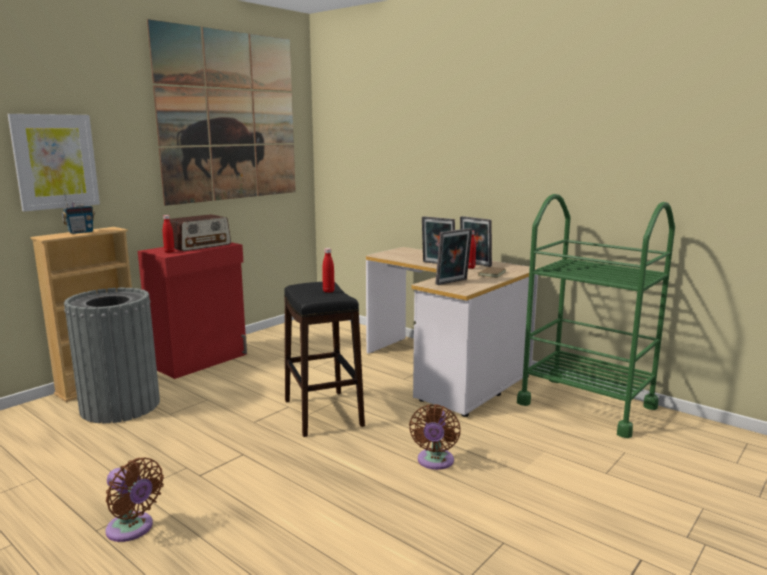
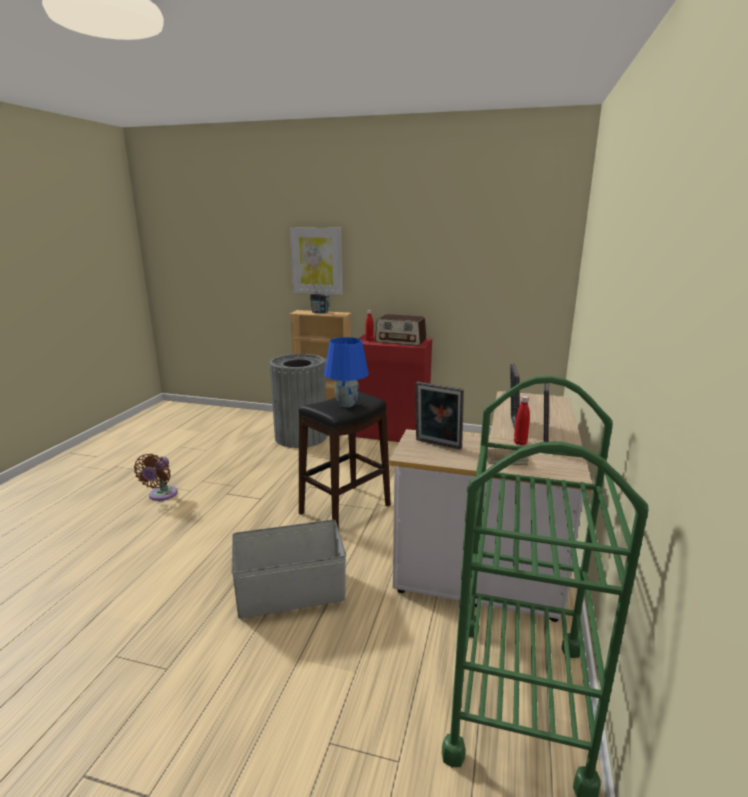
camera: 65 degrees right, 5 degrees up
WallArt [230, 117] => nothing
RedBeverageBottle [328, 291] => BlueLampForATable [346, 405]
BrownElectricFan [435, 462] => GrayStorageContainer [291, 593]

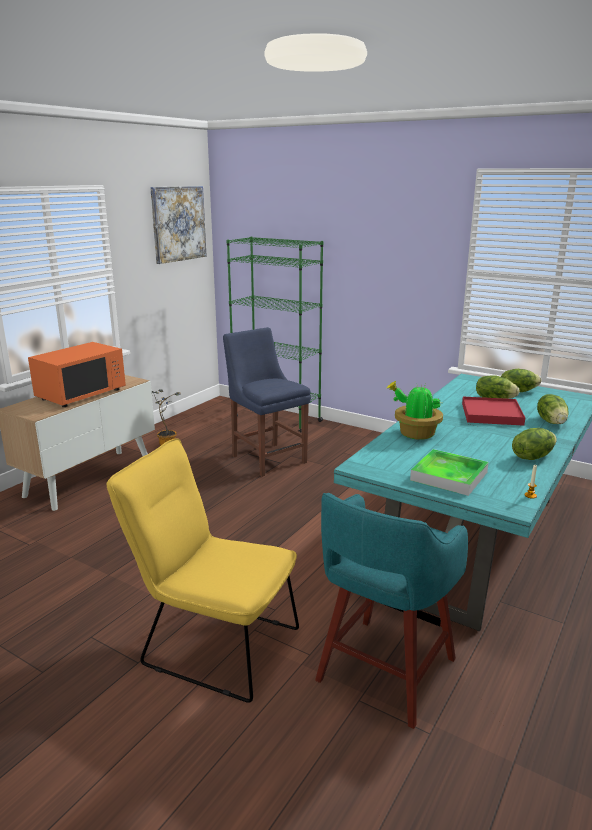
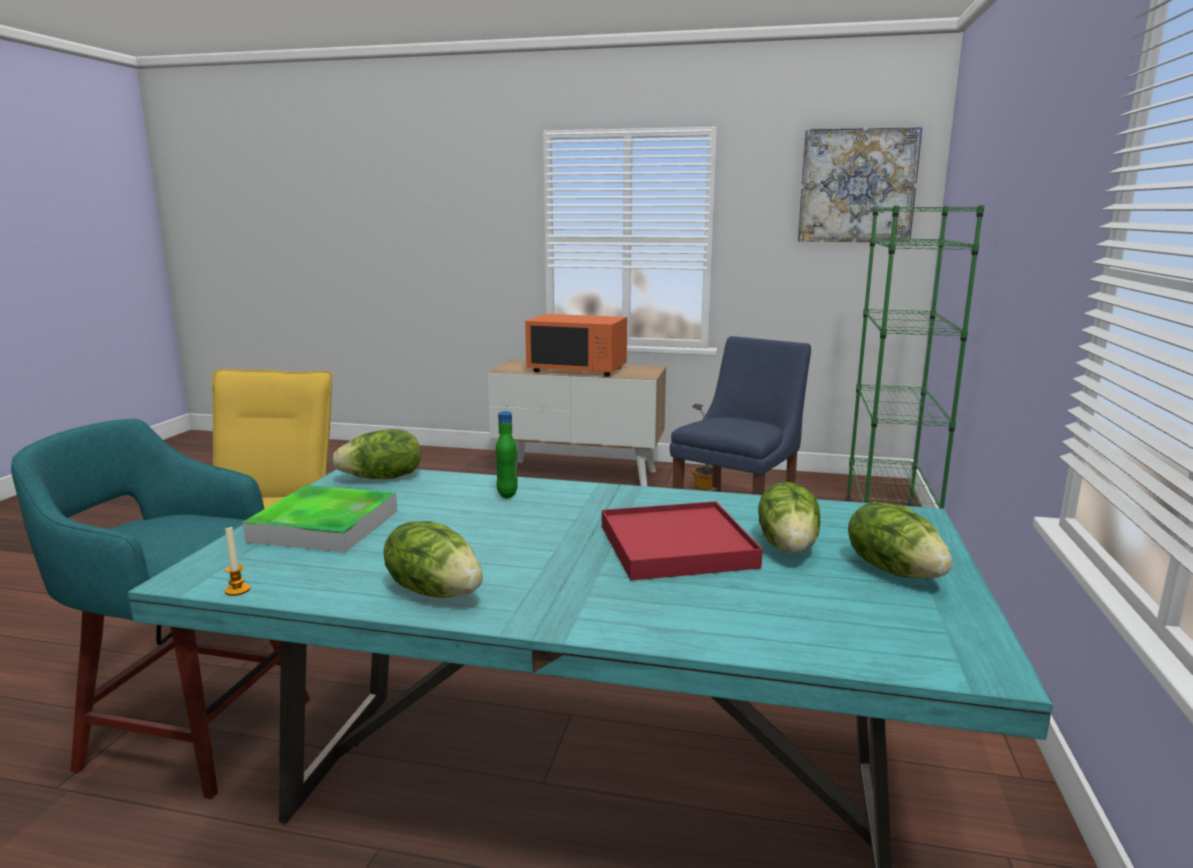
camera: 70 degrees right, 5 degrees down
LettuceHead [552, 422] => LettuceHead [382, 478], relocated
PlantInAPot [415, 434] => GreenishBeverageBottle [507, 494]

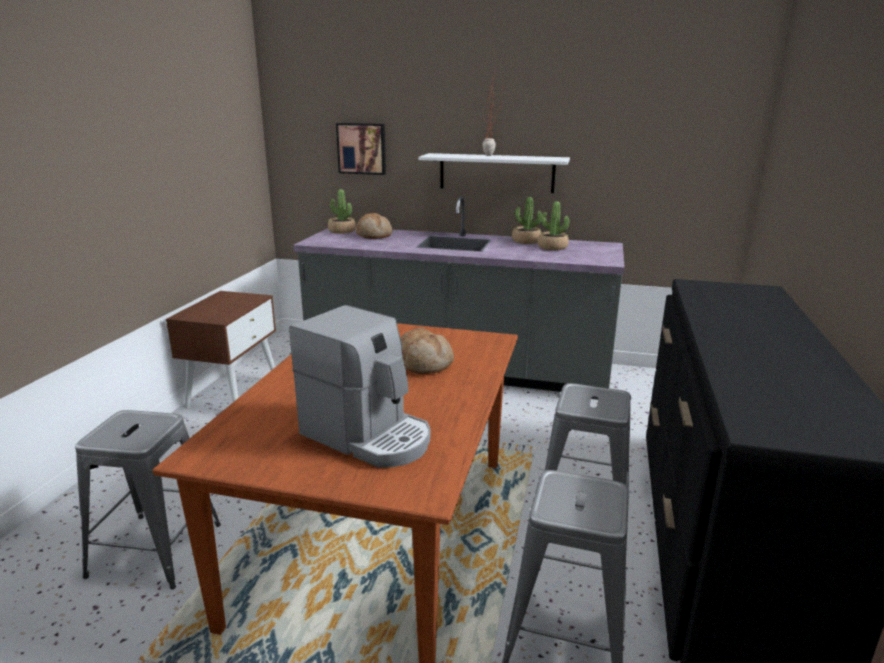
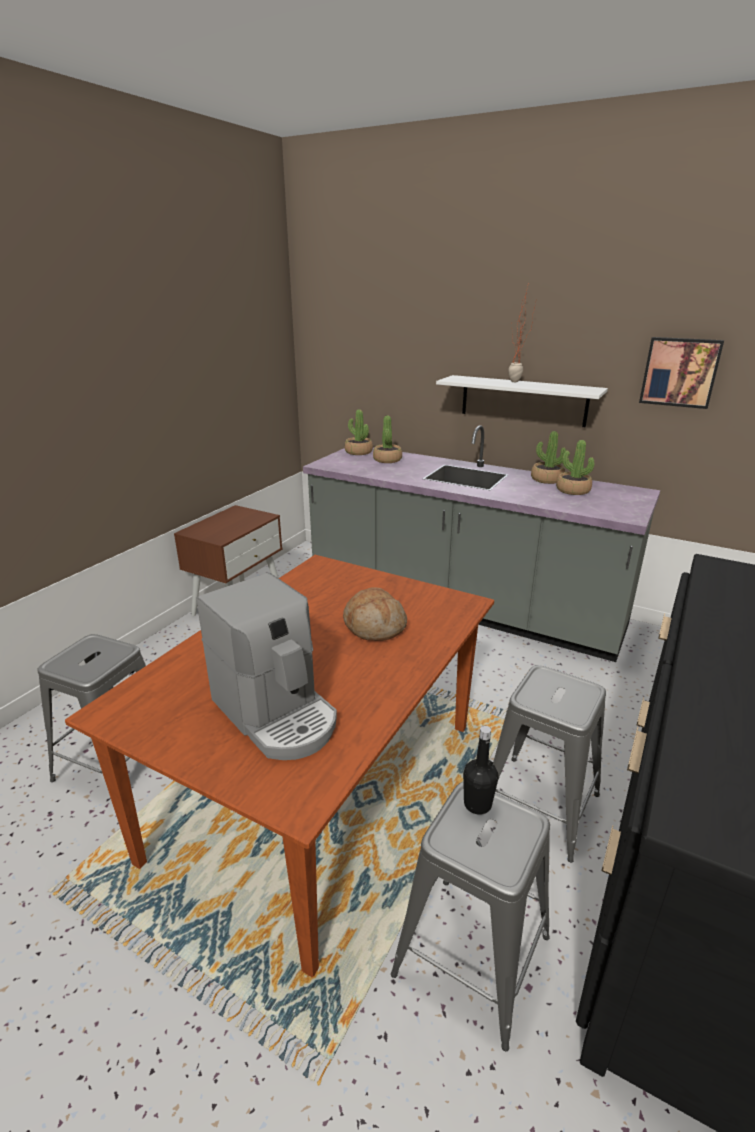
camera: 15 degrees right, 5 degrees up
nothing => BlackBeverageBottle [477, 804]
WallArt [362, 148] => WallArt [680, 372], relocated
BakeryBread [374, 235] => PlantInAPot [387, 460]

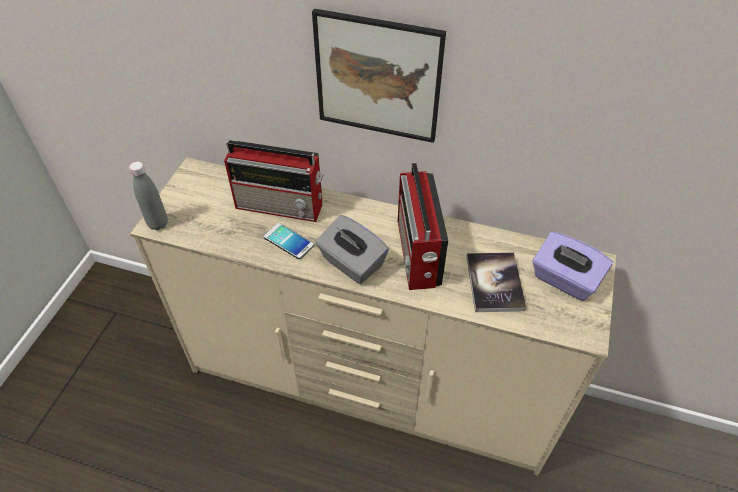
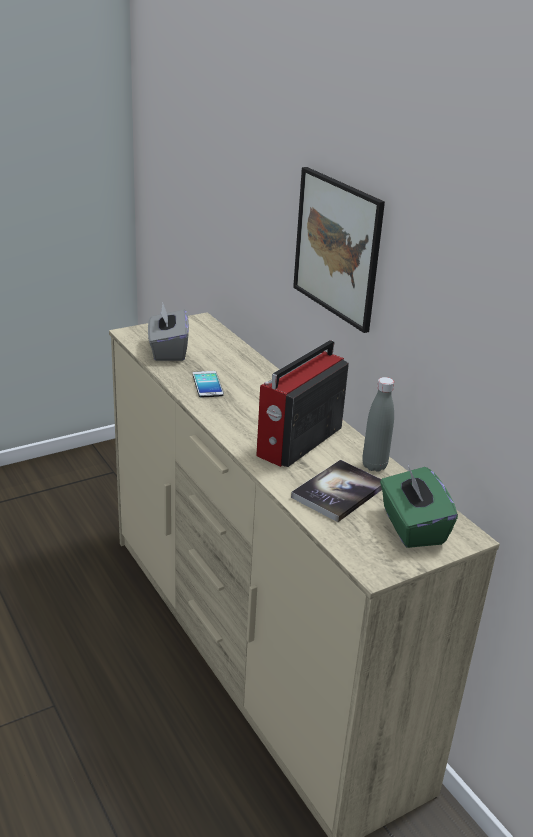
camera: 40 degrees right, 20 degrees down
RadioSet [281, 206] => nothing
GrayBeverageBottle [158, 224] => GrayBeverageBottle [374, 465], relocated
GrayBoxOfTissues [351, 263] => GrayBoxOfTissues [168, 351], relocated
PurplishBoxOfTissues [564, 280] => GreenishBoxOfTissues [412, 527]

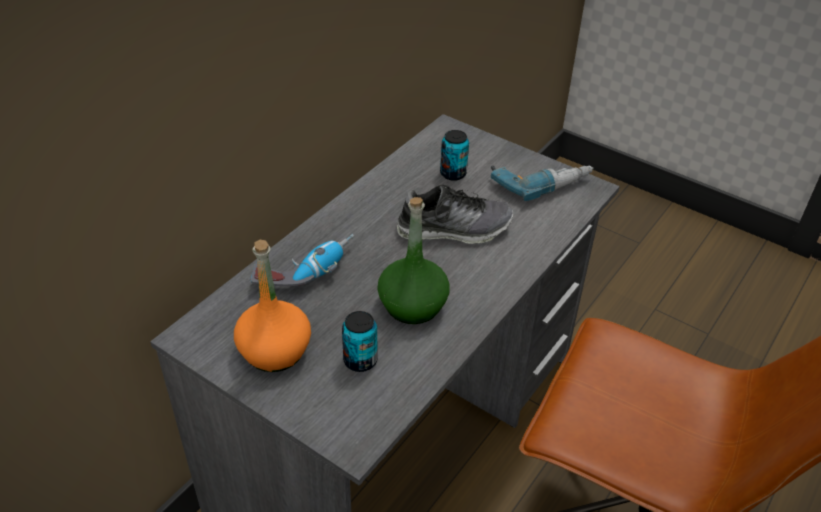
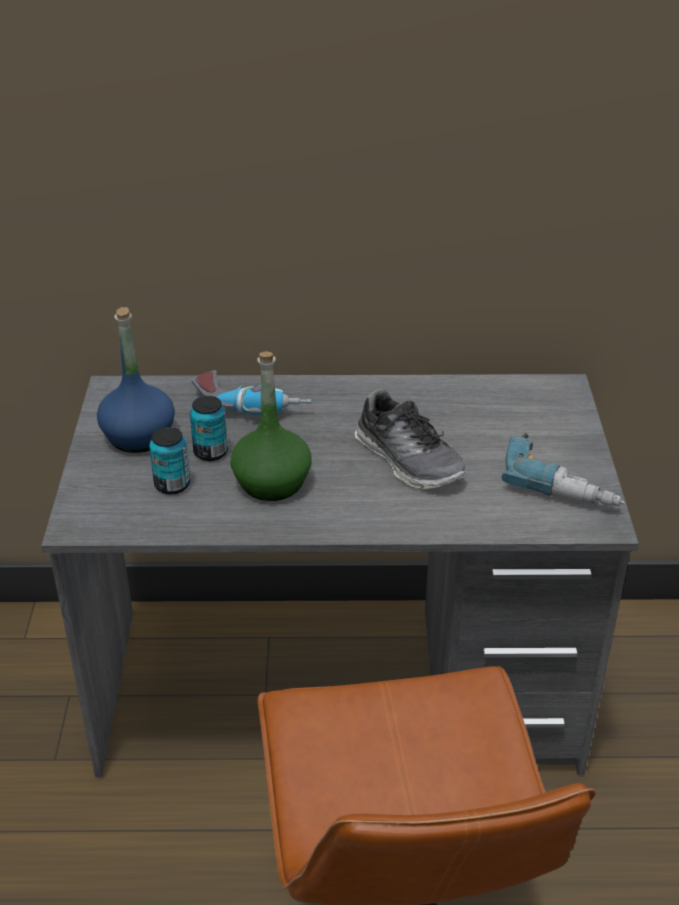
camera: 55 degrees right, 5 degrees down
MetalCan [453, 173] => MetalCan [210, 452], relocated
OrangeColouredBeverageBottle [275, 351] => BlueBeverageBottle [139, 436]

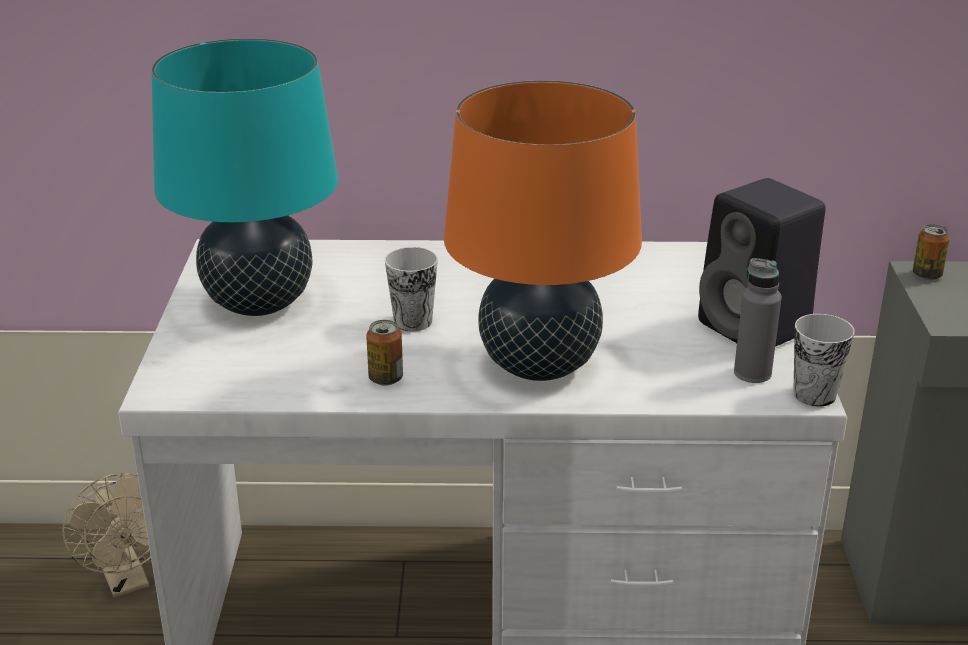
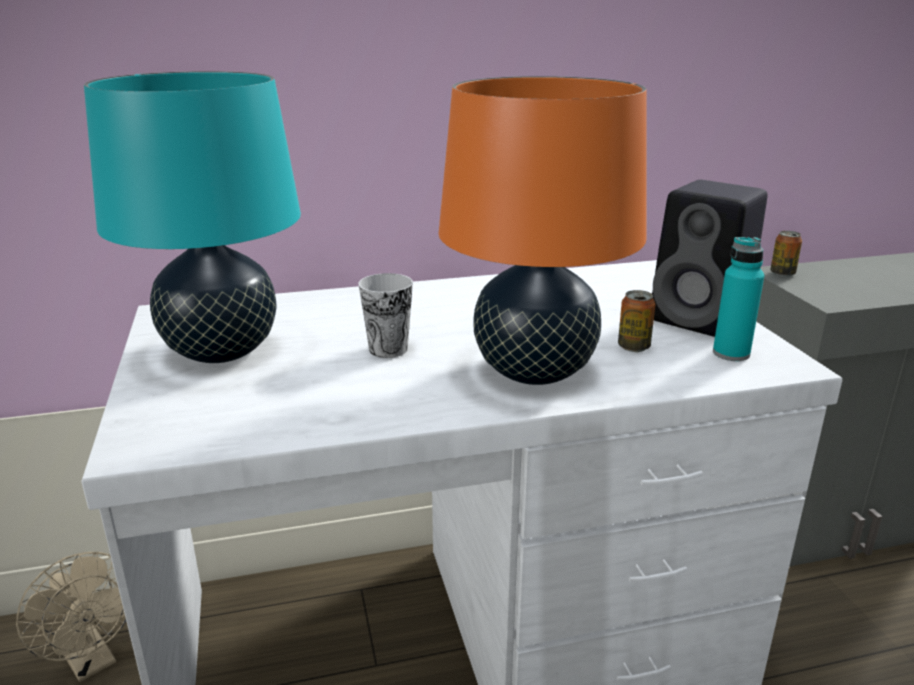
camera: 15 degrees left, 5 degrees down
DrinkingCup [814, 395] => nothing
MetalCan [386, 378] => MetalCan [633, 347], relocated
GrayBeverageBottle [752, 373] => BlueGreenBeverageBottle [731, 353]

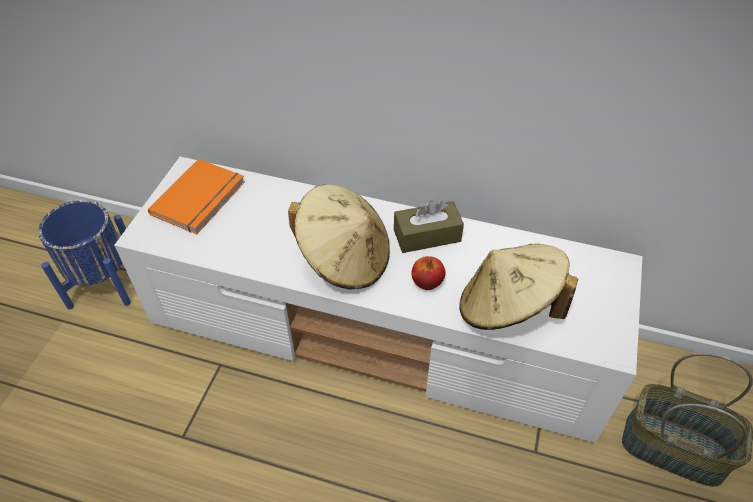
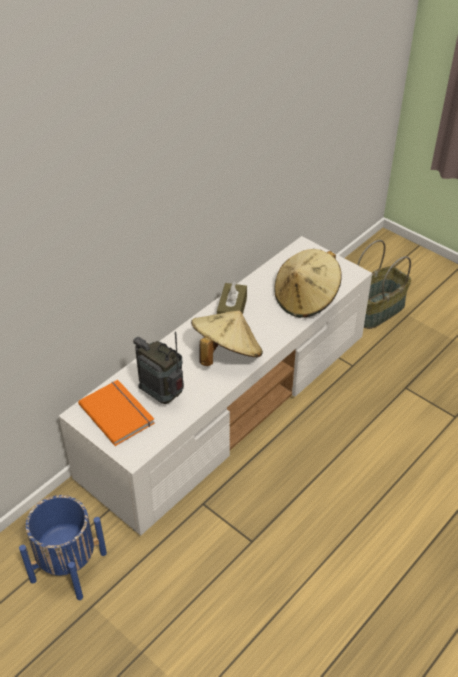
camera: 65 degrees left, 5 degrees down
WholeApple [427, 282] => nothing
nothing => RadioSet [163, 396]

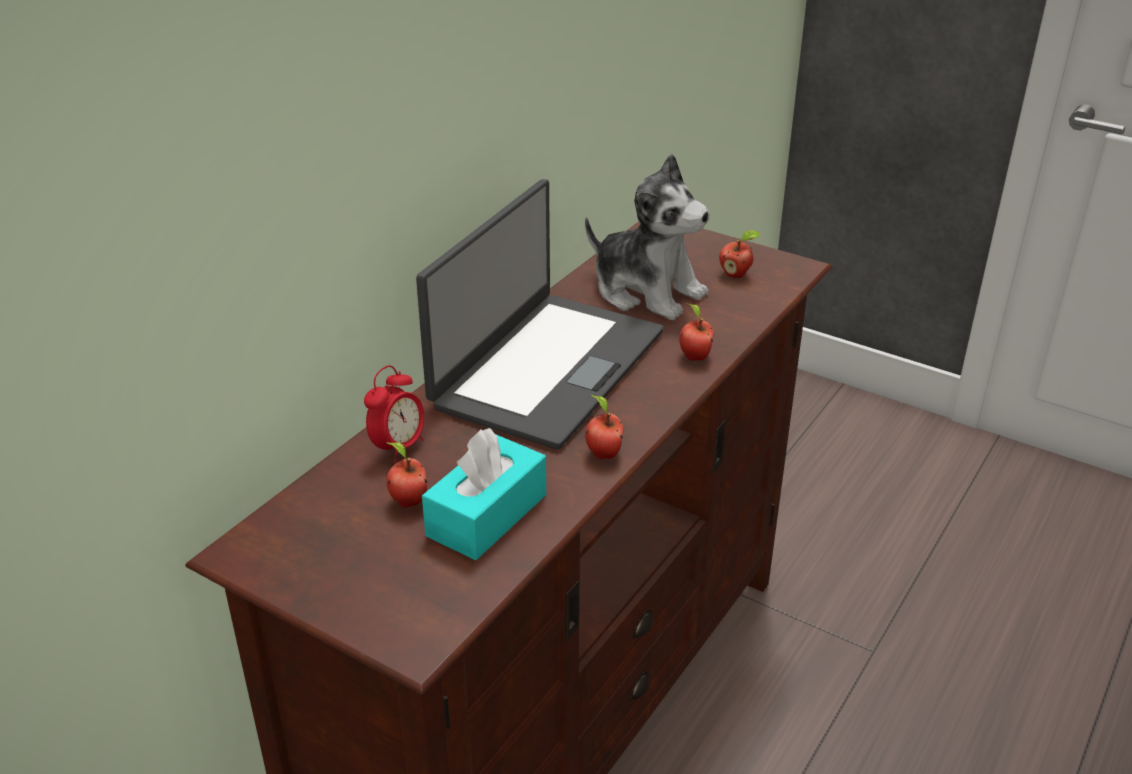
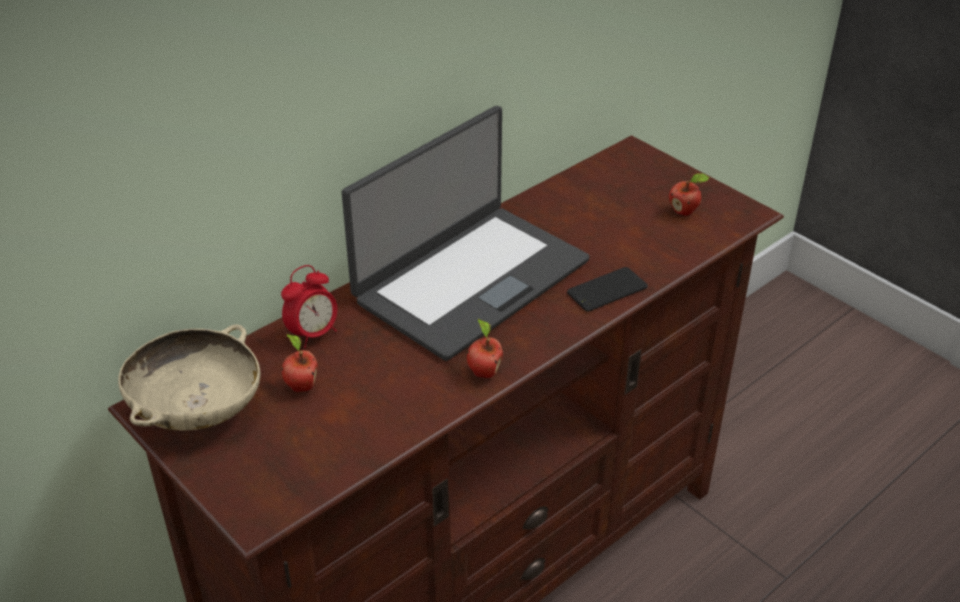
camera: 15 degrees right, 5 degrees up
BlueGreenBoxOfTissues [487, 515] => nothing
SoftToy [647, 291] => nothing
nothing => BeigeBowl [197, 410]
WholeApple [694, 356] => Phone [607, 290]

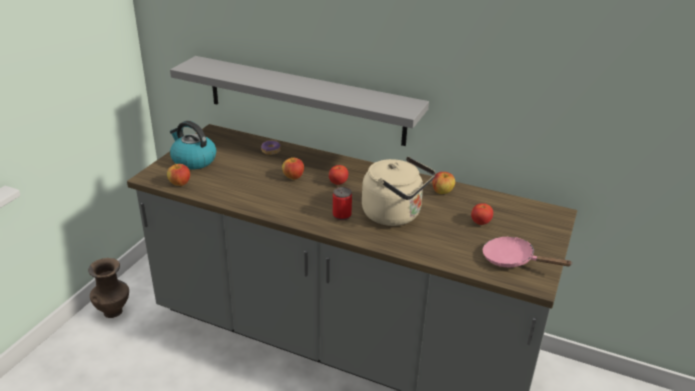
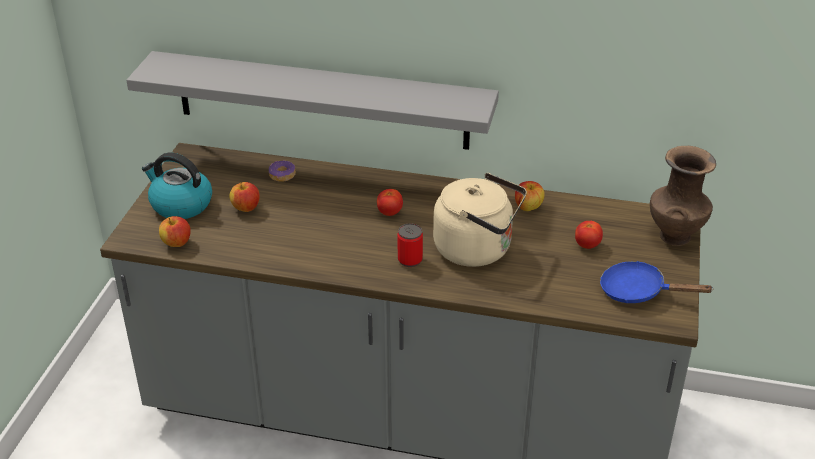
camera: 10 degrees left, 5 degrees up
BrownFlowerVase [113, 311] => BrownFlowerVase [674, 235], relocated
WholeApple [293, 177] => WholeApple [246, 208], relocated
PinkFryingPan [512, 260] => BlueFryingPan [638, 292]

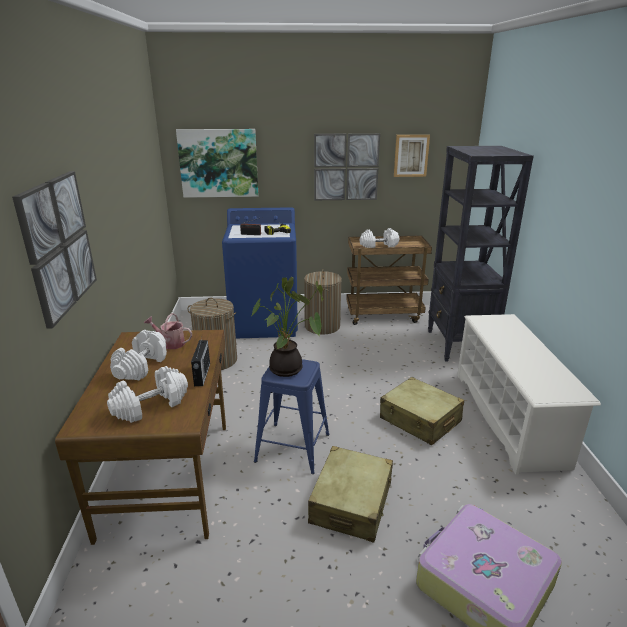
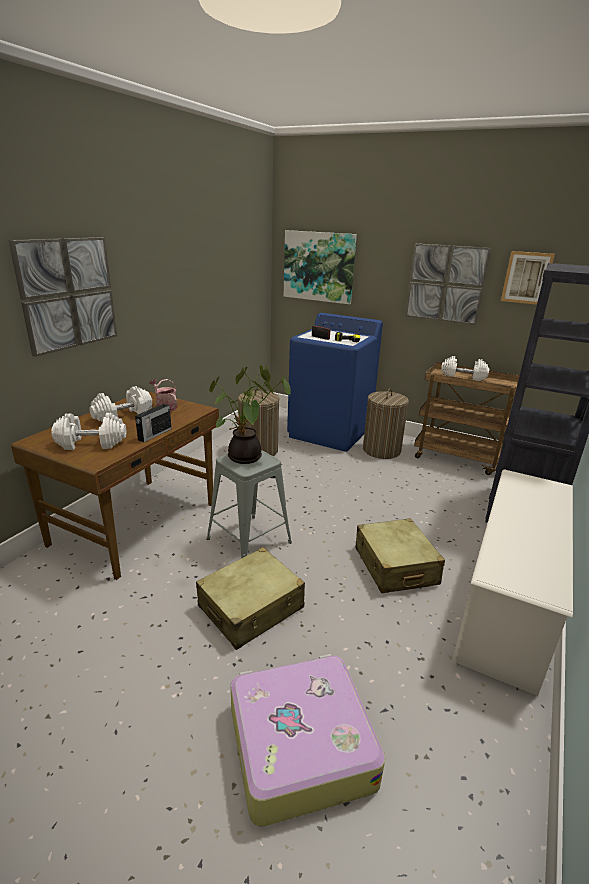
camera: 30 degrees right, 0 degrees up
BlueSittingStool [292, 447] => GraySittingStool [249, 541]

